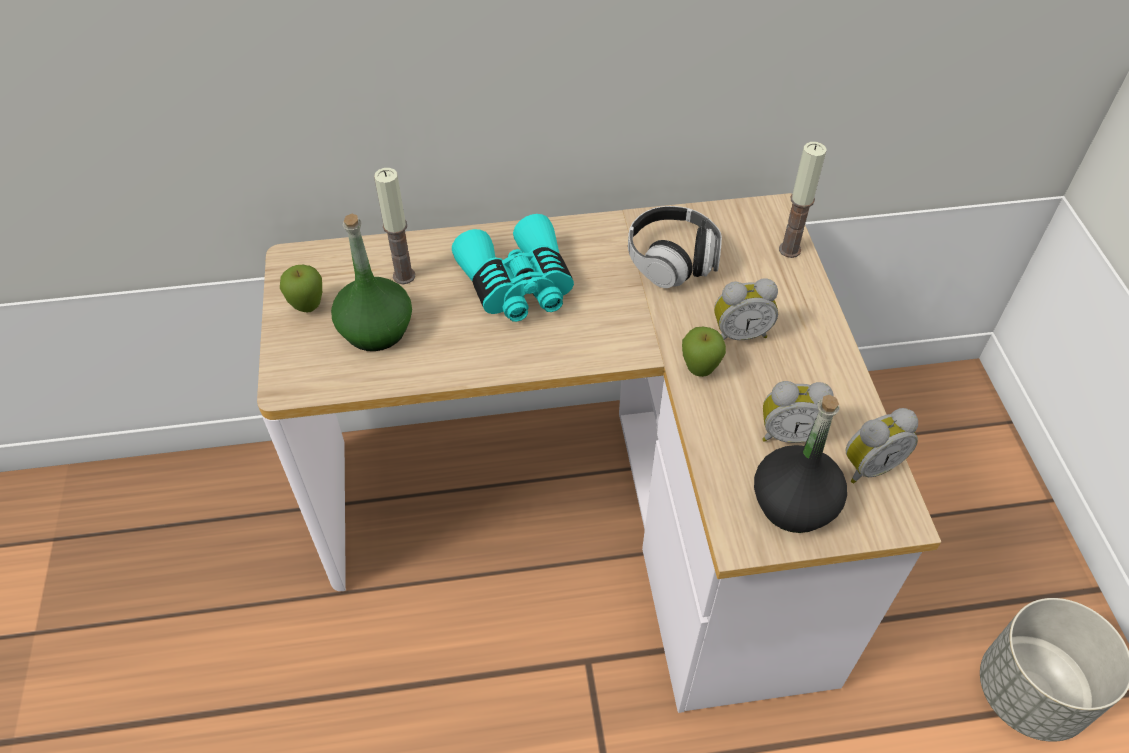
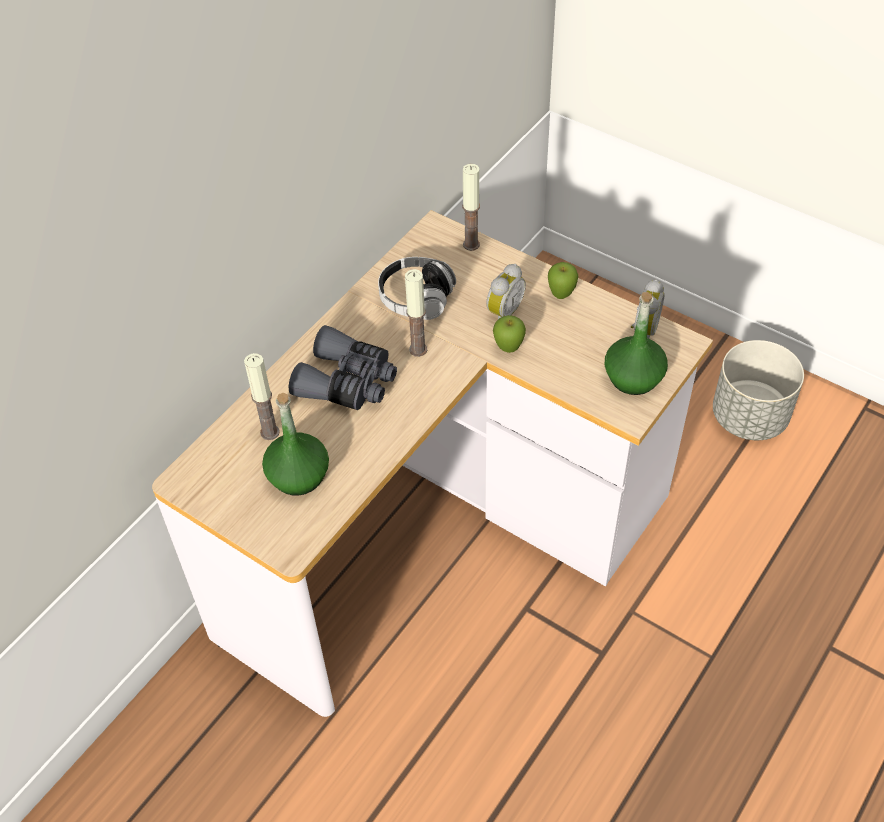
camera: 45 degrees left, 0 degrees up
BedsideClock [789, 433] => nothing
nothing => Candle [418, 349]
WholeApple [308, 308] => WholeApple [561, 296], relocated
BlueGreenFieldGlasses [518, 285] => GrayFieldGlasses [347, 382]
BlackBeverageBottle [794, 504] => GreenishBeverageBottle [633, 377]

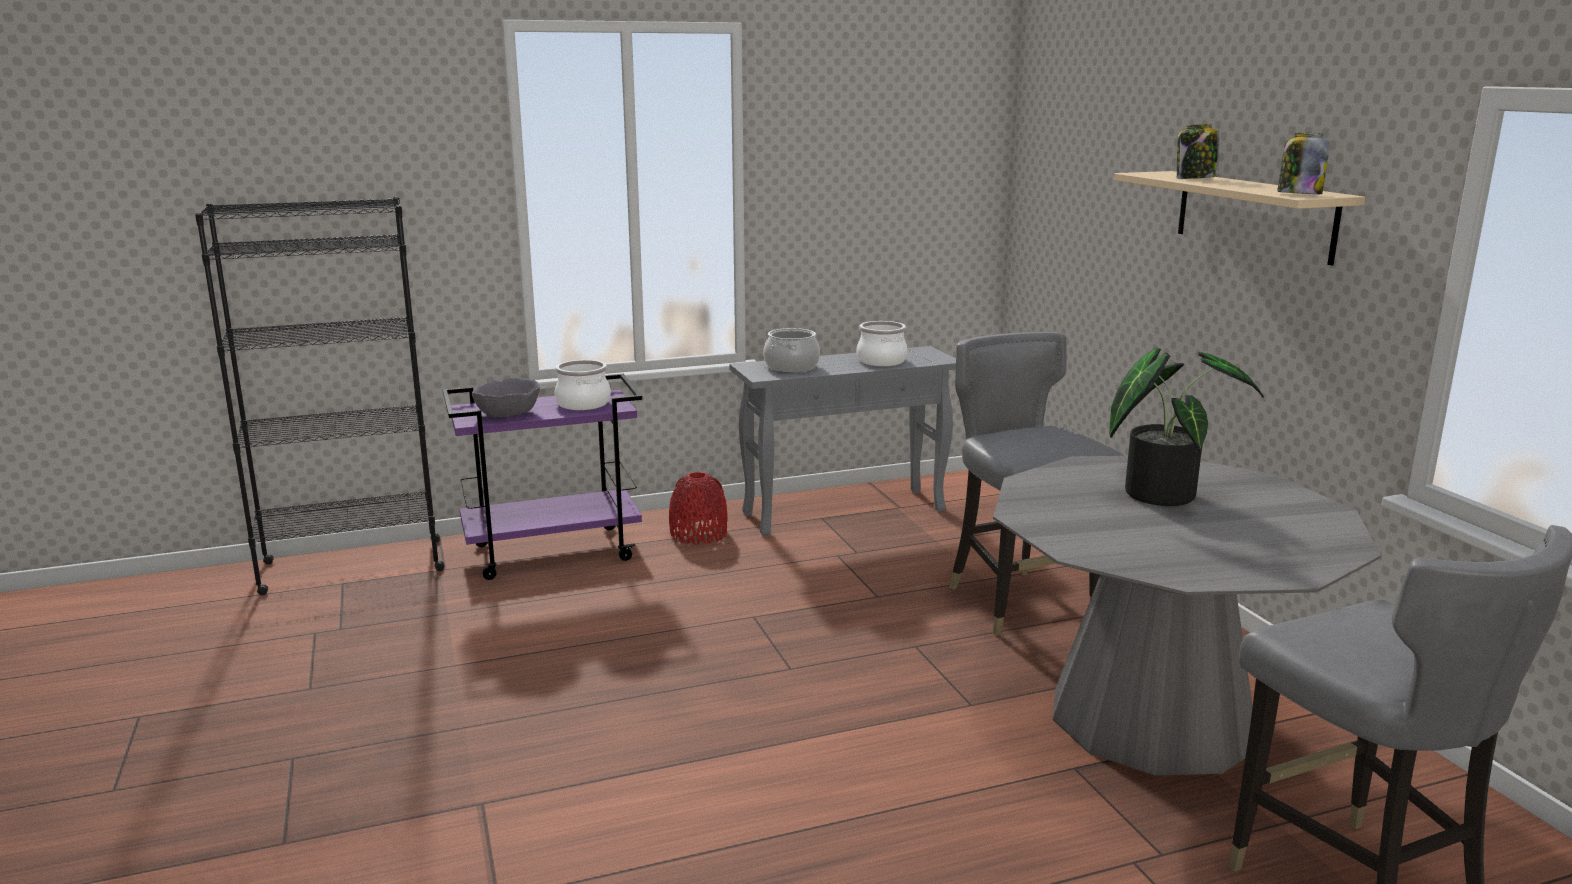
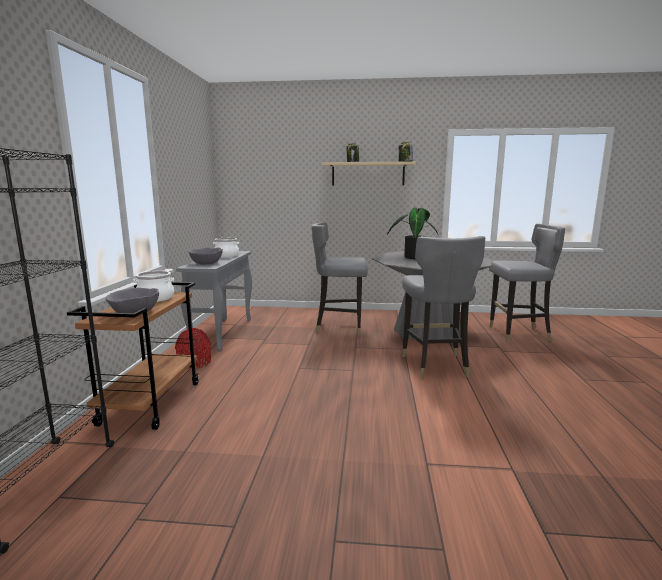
camera: 65 degrees left, 5 degrees down
nothing => GrayPlainChair [435, 365]
CookingPot [792, 367] => GrayBowl [206, 263]
PurplishTrolley [554, 552] => BrownTrolley [151, 402]

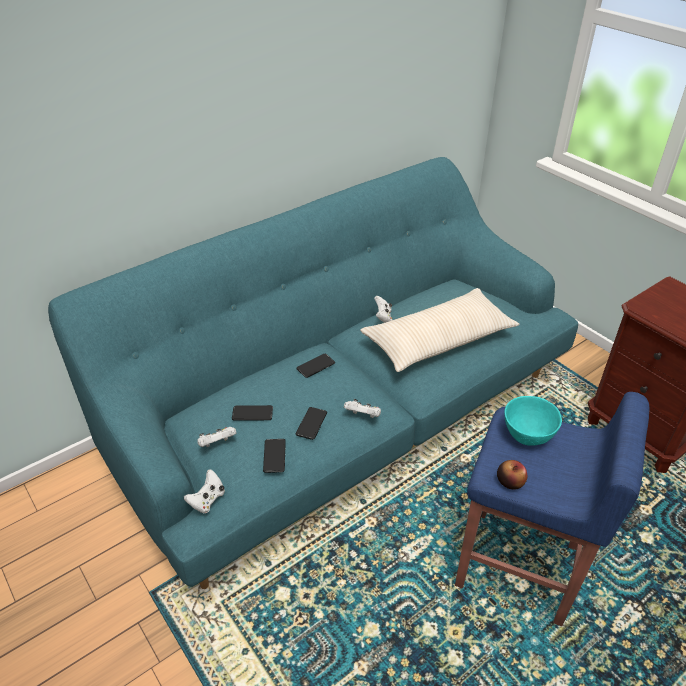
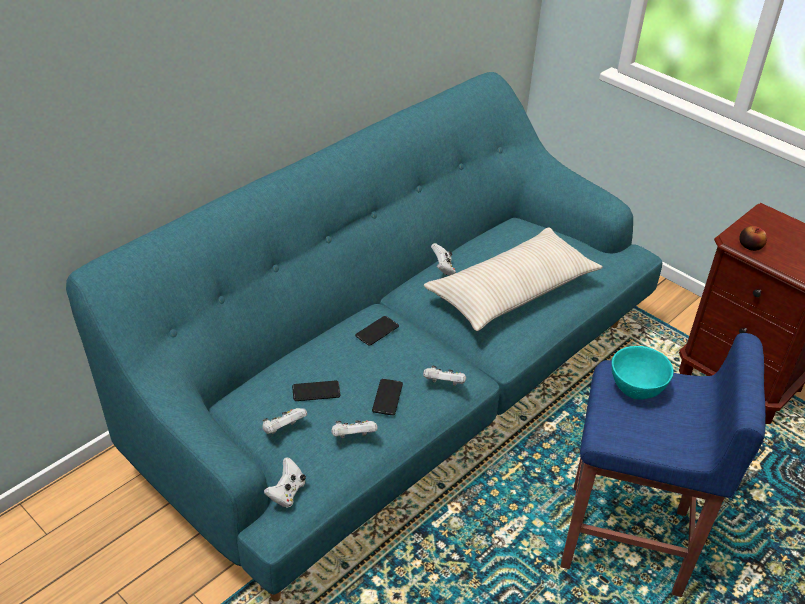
camera: 10 degrees left, 0 degrees up
WholeApple [510, 481] => WholeApple [750, 246], relocated
Phone [274, 456] => WhiteGameController [353, 437]

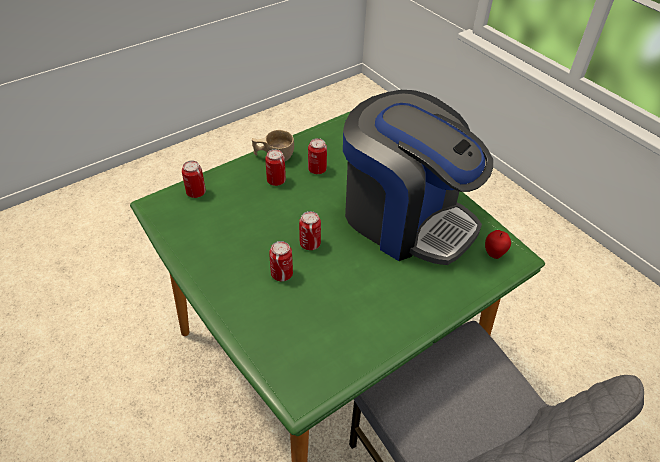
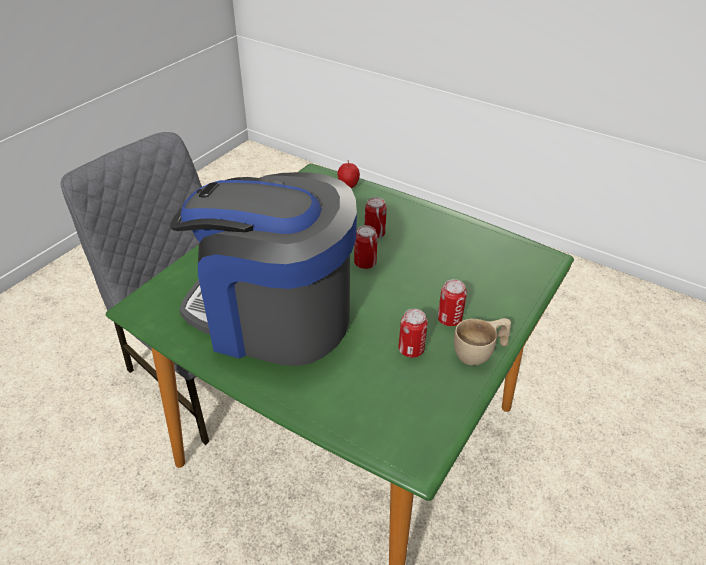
camera: 160 degrees right, 5 degrees down
MetalCan [196, 192] => nothing
WholeApple [494, 253] => WholeApple [348, 186], relocated

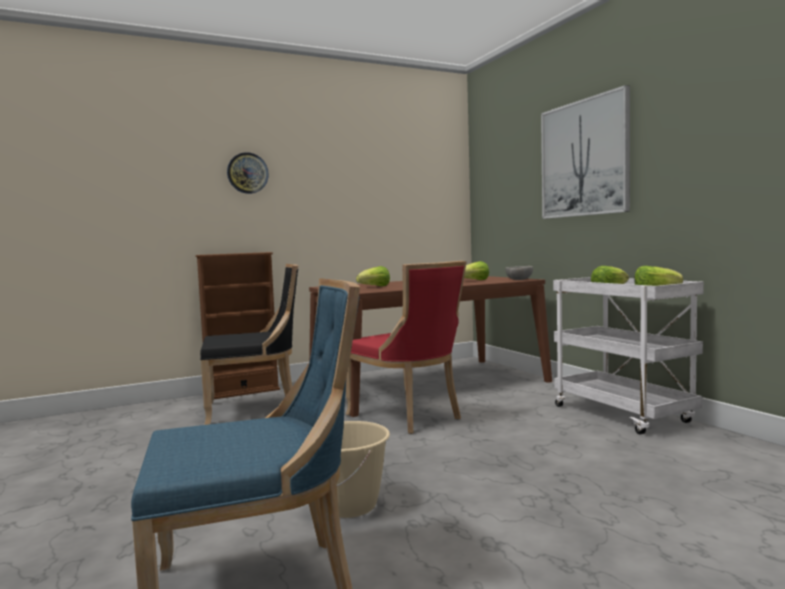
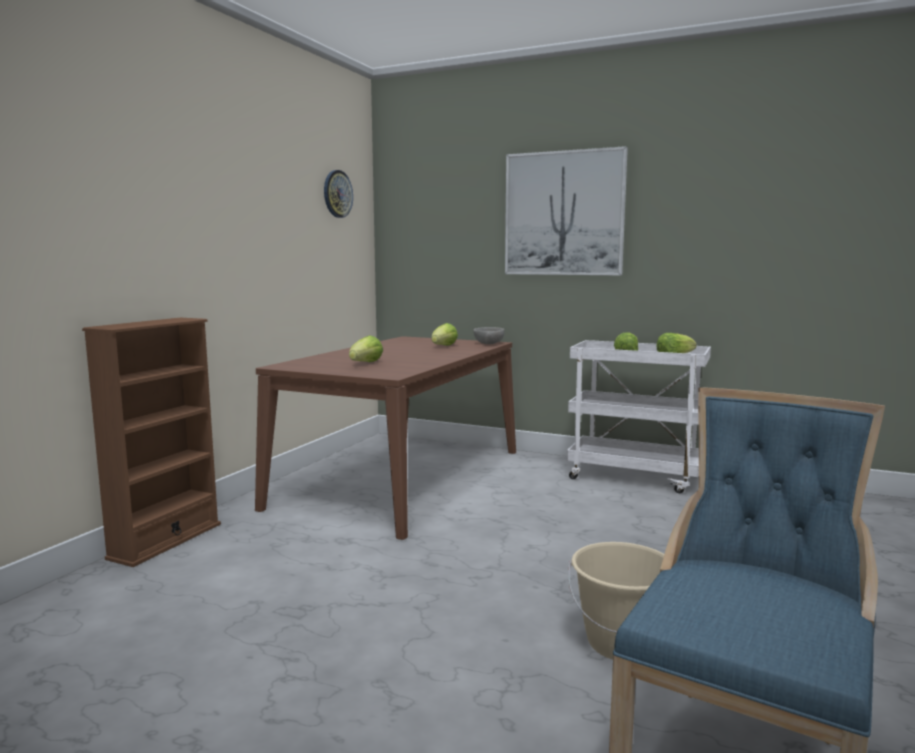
camera: 40 degrees left, 5 degrees up
BlackPlainChair [255, 408] => nothing
RedPlainChair [409, 417] => nothing
ClockOnTheWall [247, 173] => ClockOnTheWall [337, 194], relocated

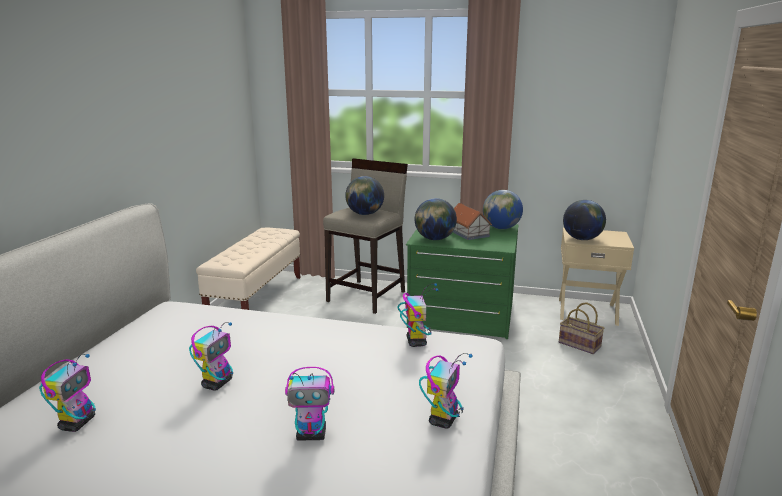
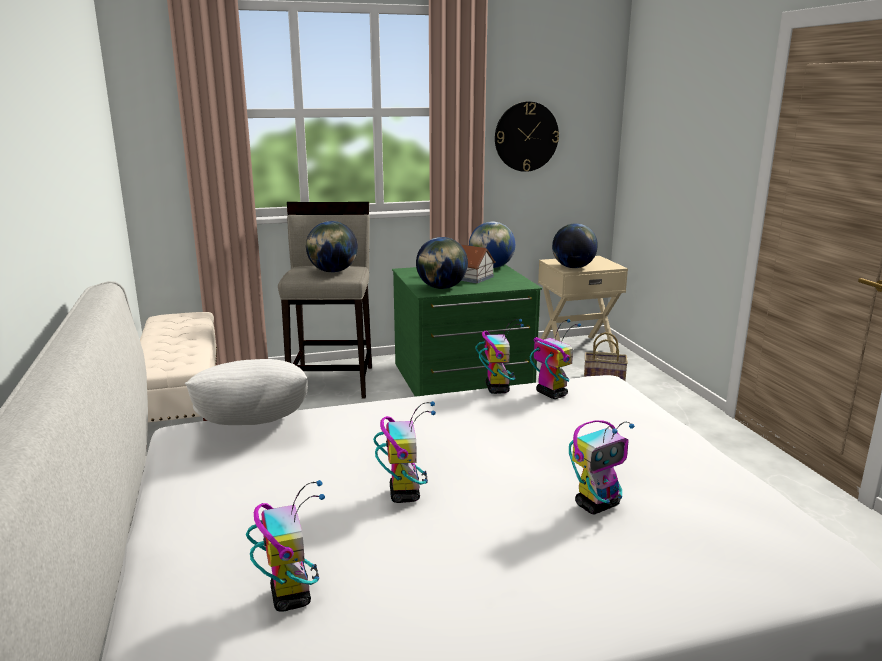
camera: 30 degrees left, 0 degrees up
nothing => WhiteThrowPillow [252, 429]
nothing => ClockOnTheWall [526, 136]
RobotFigure [443, 419] => RobotFigure [497, 389], relocated

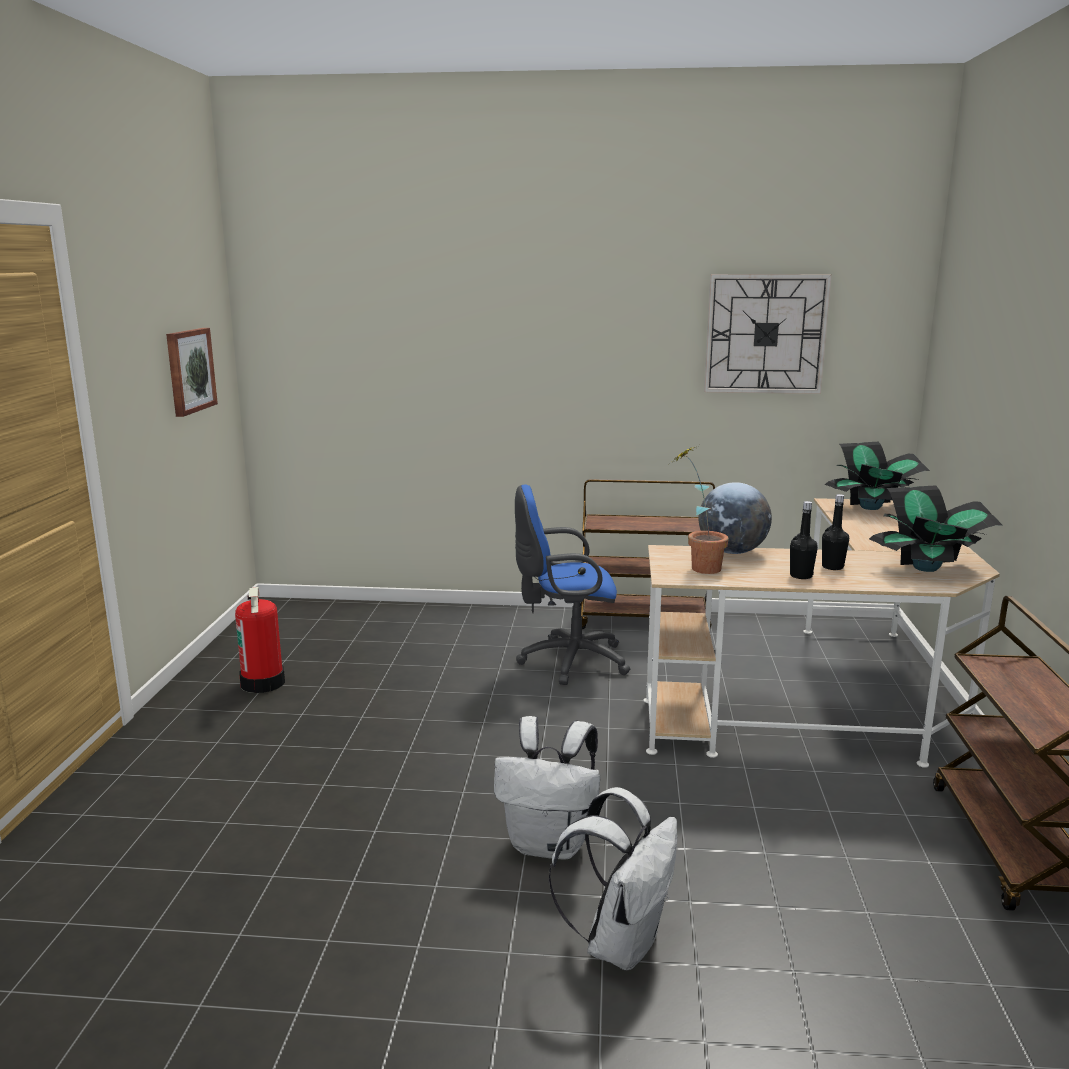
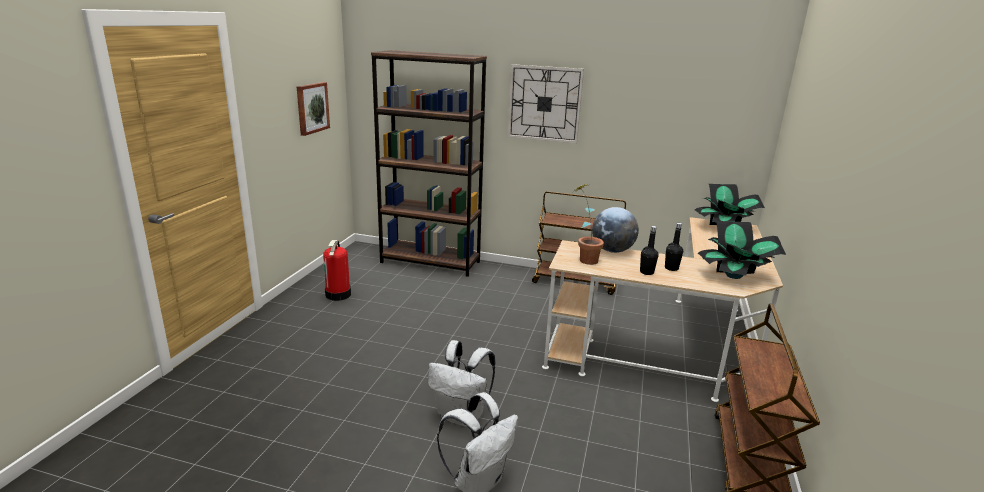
camera: 10 degrees right, 5 degrees up
BlueOfficeChair [567, 661] => nothing
nothing => BrownBookshelf [430, 262]
ClockOnTheWall [765, 334] => ClockOnTheWall [544, 103], relocated

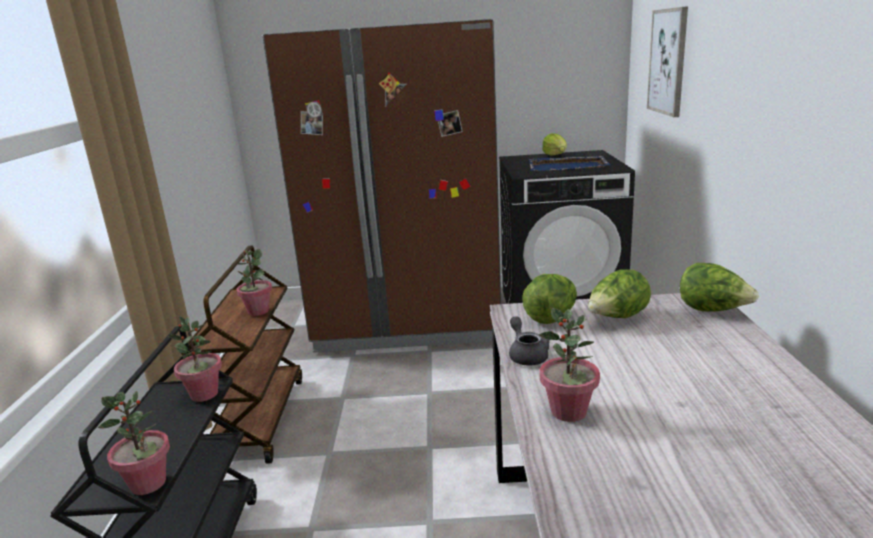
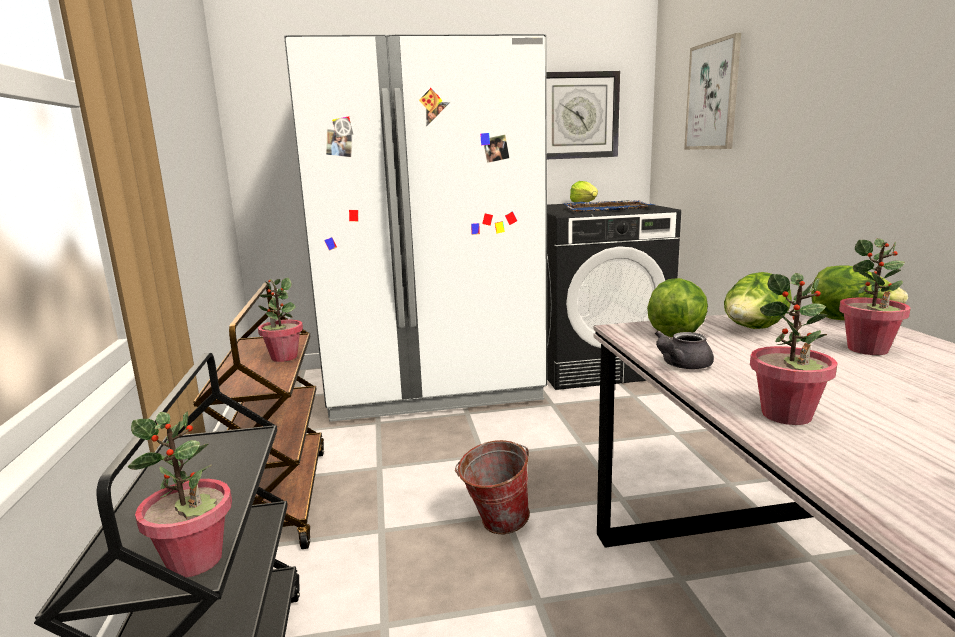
camera: 10 degrees left, 5 degrees down
nothing => Bucket [494, 525]
nothing => ClockOnTheWall [578, 115]
PlantInAPot [204, 394] => PlantInAPot [868, 349], relocated
BrownFridge [409, 320] => WhiteFridge [432, 384]
GrayPotForTea [527, 355] => GrayPotForTea [681, 365], 105 degrees counterclockwise

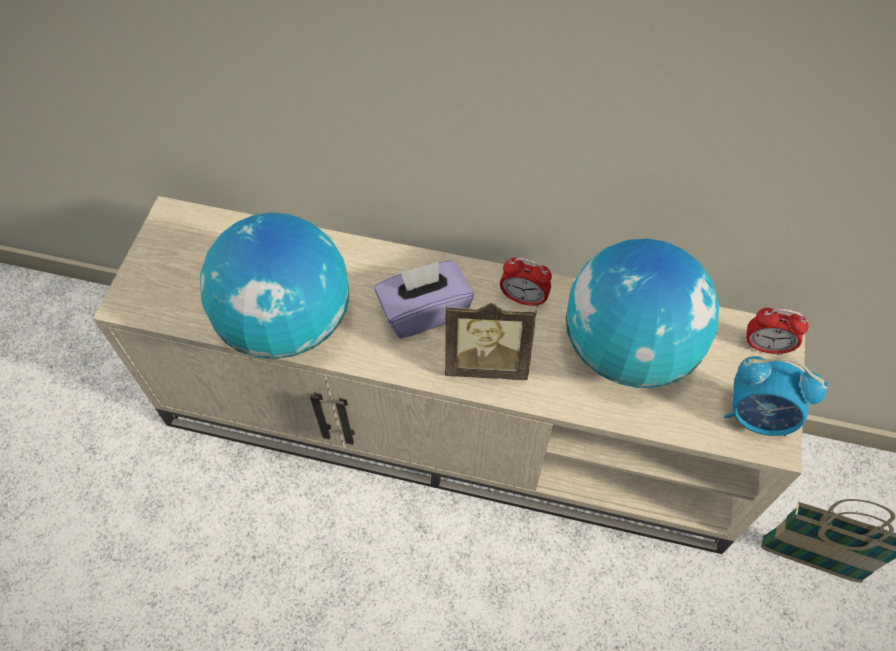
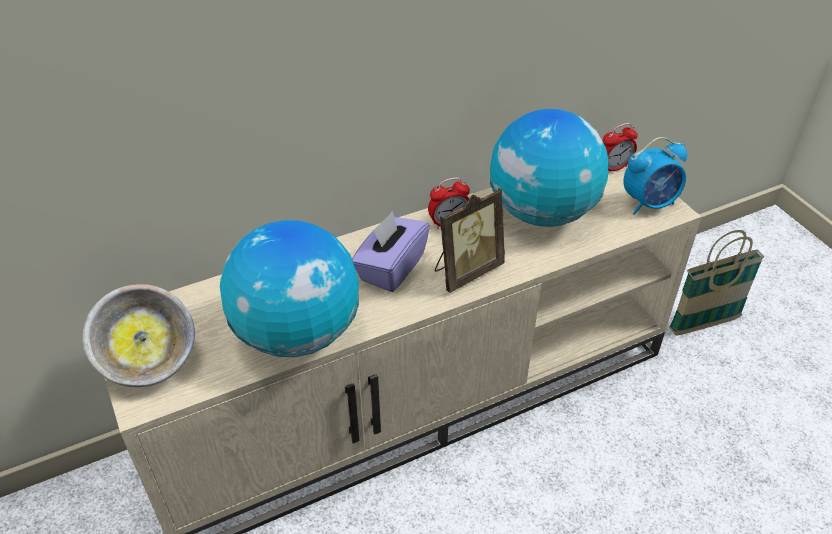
camera: 40 degrees left, 15 degrees down
nothing => Bowl [150, 361]

